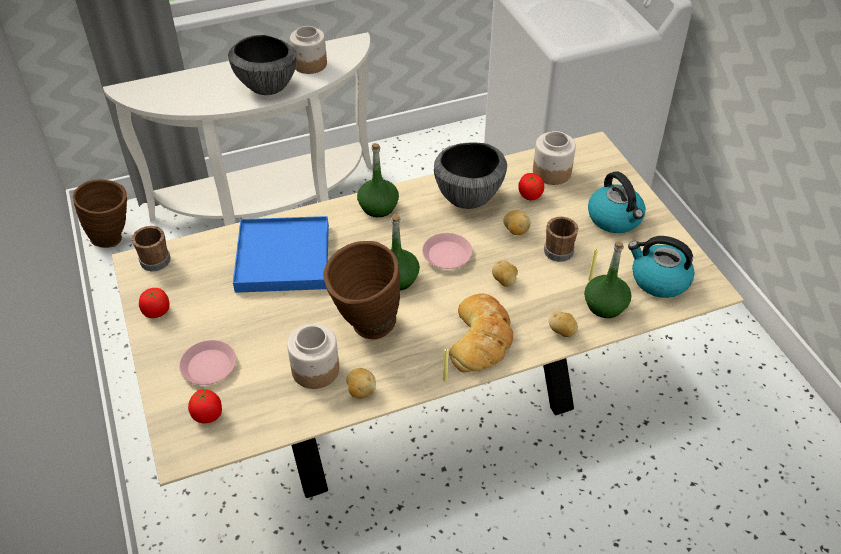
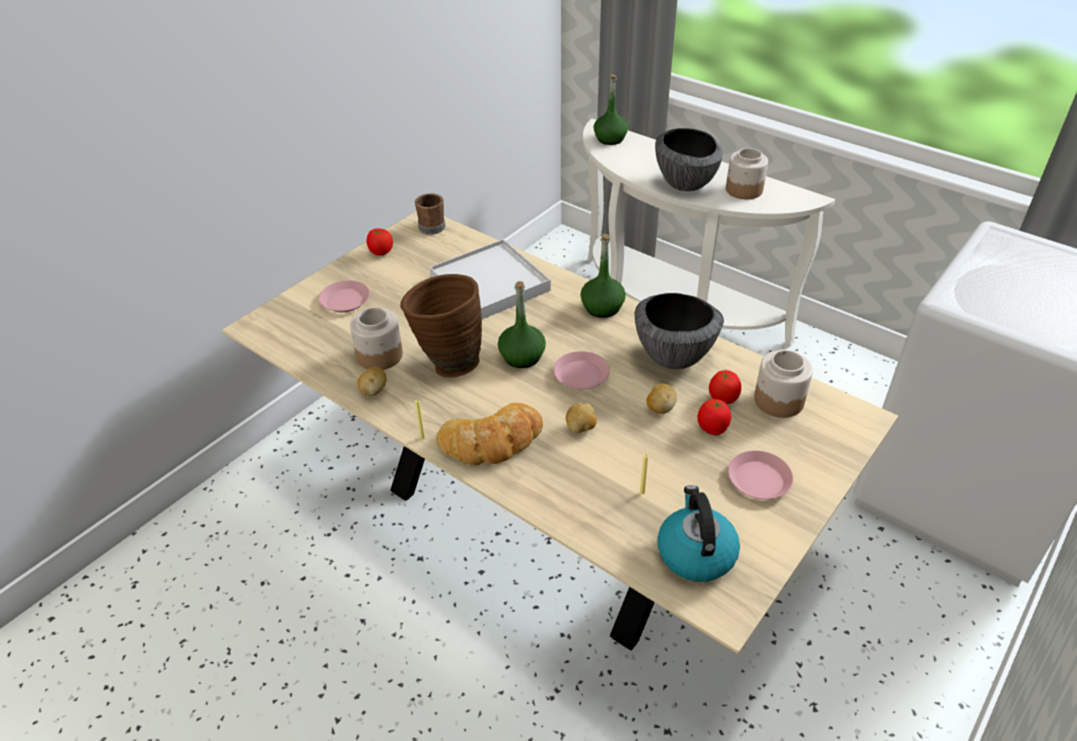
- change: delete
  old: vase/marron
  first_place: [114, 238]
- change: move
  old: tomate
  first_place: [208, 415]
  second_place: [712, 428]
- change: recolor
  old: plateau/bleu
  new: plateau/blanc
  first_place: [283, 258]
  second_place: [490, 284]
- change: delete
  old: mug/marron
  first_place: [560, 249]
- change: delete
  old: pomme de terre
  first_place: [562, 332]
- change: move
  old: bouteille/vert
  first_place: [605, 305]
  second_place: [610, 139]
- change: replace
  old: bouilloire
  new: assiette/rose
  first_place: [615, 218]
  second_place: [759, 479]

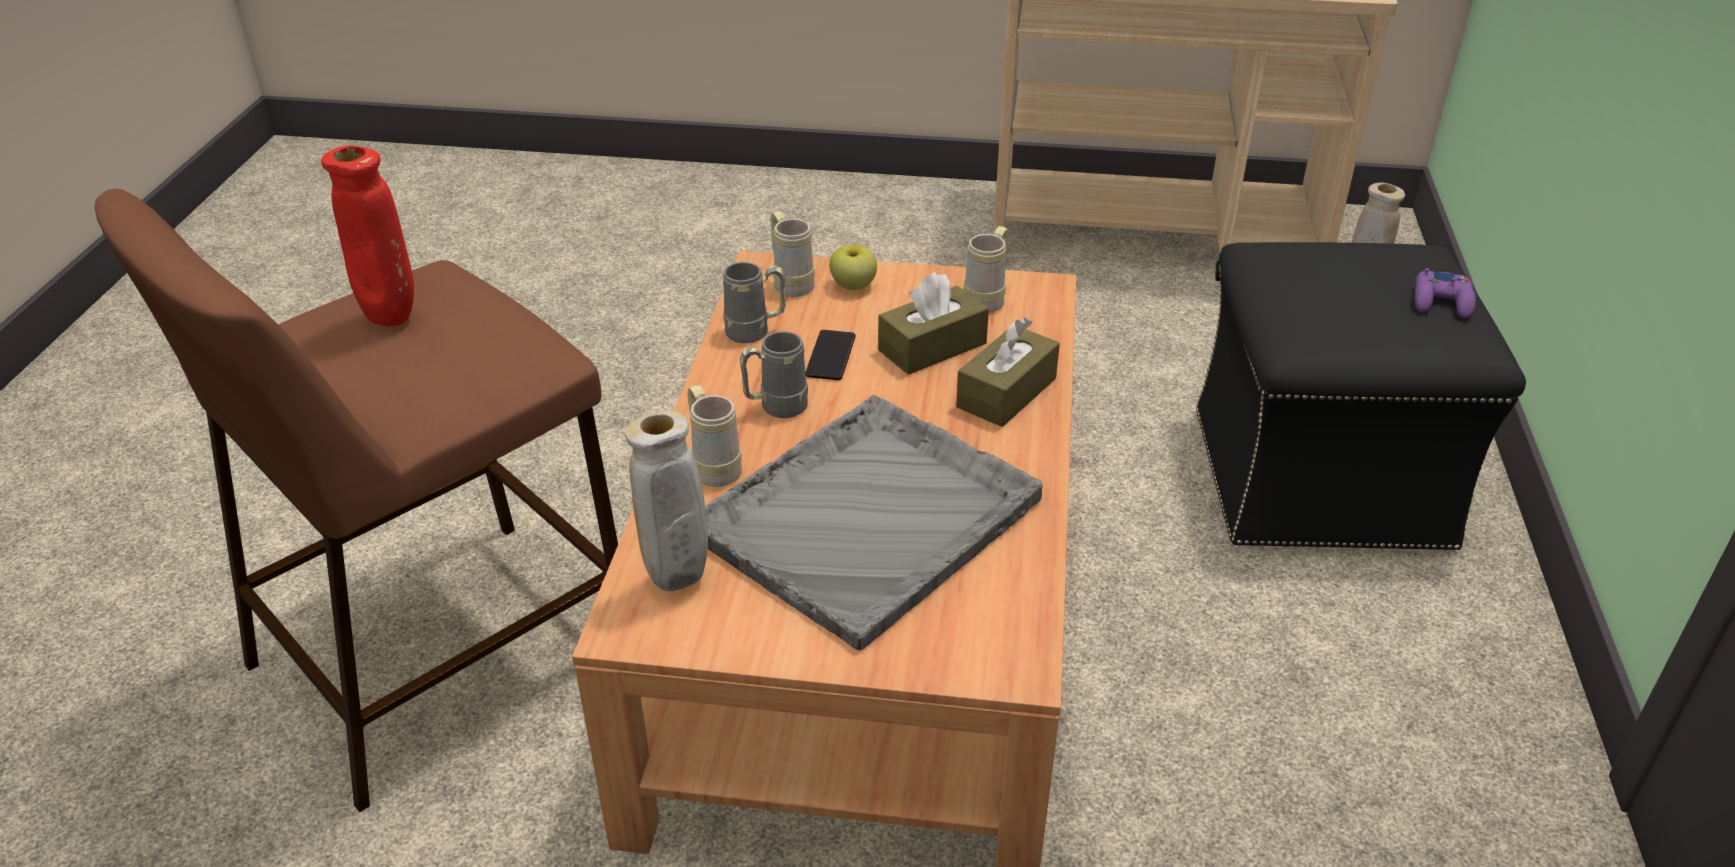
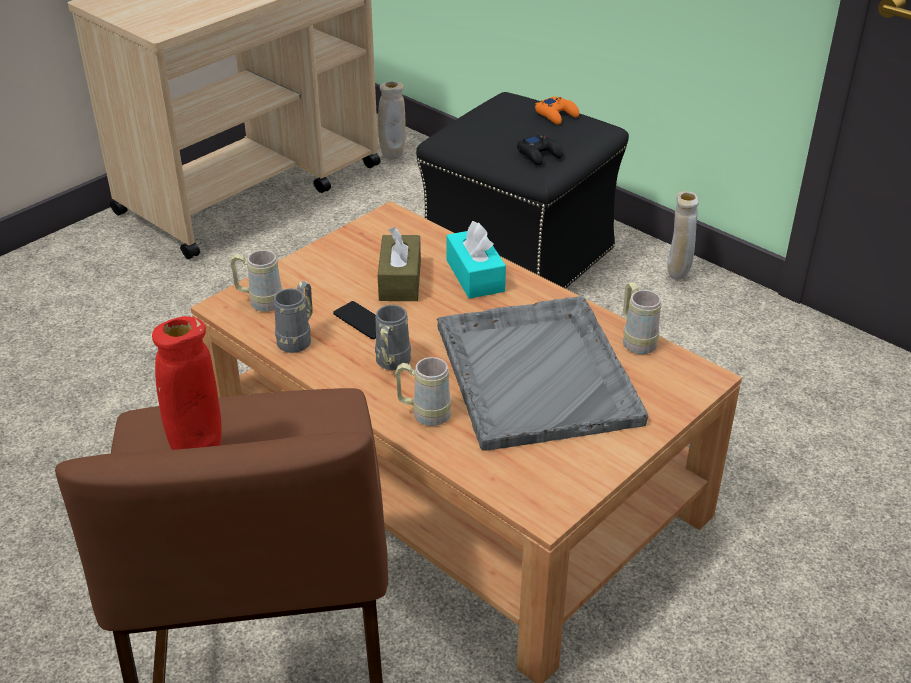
- change: move
  old: vase/beige
  first_place: [678, 582]
  second_place: [678, 275]
- change: delete
  old: pomme
  first_place: [853, 286]
- change: recolor
  old: boîte à mouchoirs/marron
  new: boîte à mouchoirs/turquoise
  first_place: [1006, 393]
  second_place: [475, 275]
- change: move
  old: mug/beige
  first_place: [988, 299]
  second_place: [636, 340]
- change: recolor
  old: manette/violet
  new: manette/orange
  first_place: [1442, 301]
  second_place: [557, 115]
- change: insert
  new: manette/noir
  second_place: [539, 154]

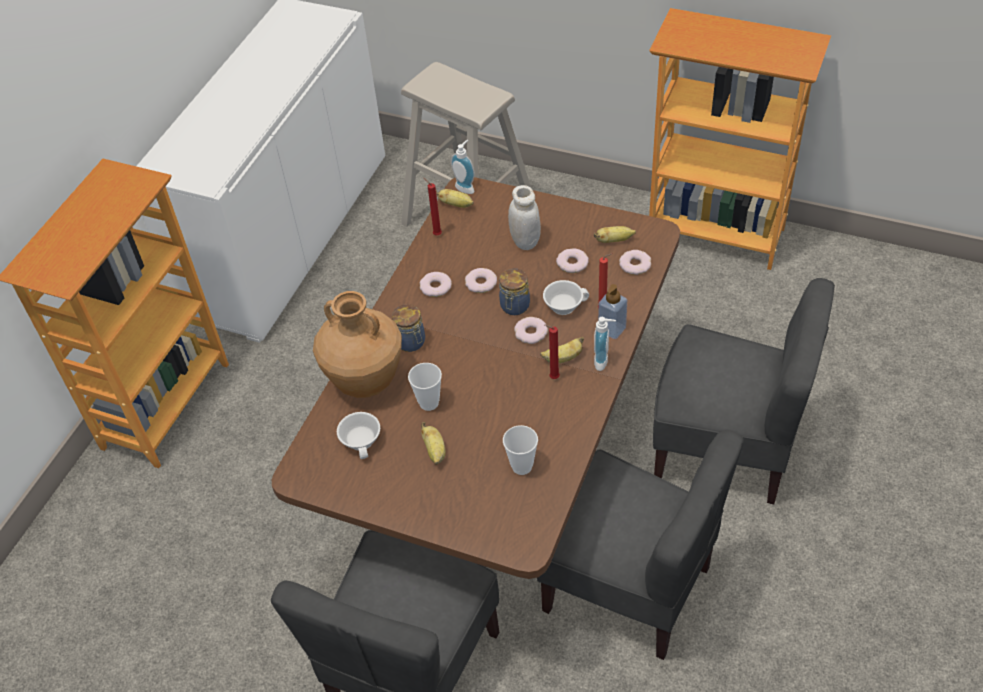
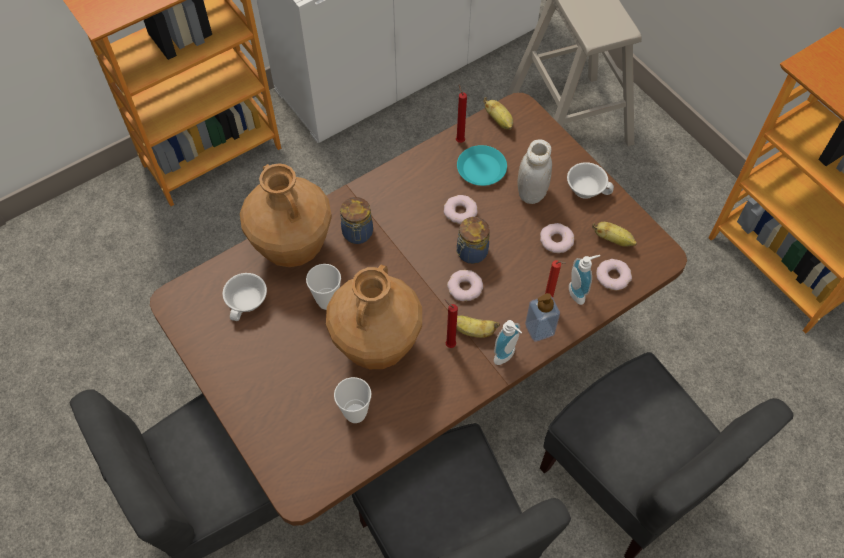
- change: delete
  old: beignet
  first_place: [435, 287]
- change: delete
  old: banane
  first_place: [435, 451]
- change: move
  old: distributeur de savon
  first_place: [466, 187]
  second_place: [579, 292]
- change: move
  old: tasse/blanc
  first_place: [564, 305]
  second_place: [586, 188]
- change: insert
  new: vase/marron
  second_place: [376, 346]
- change: insert
  new: assiette/turquoise
  second_place: [481, 168]

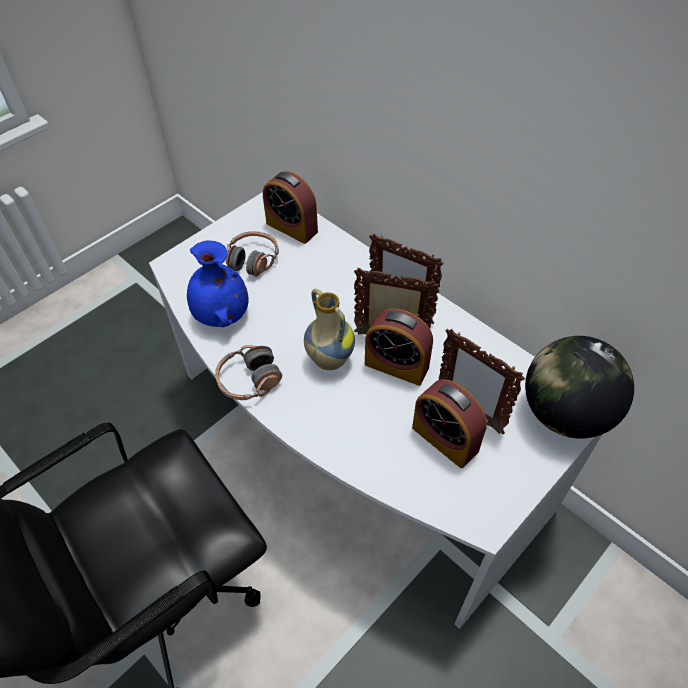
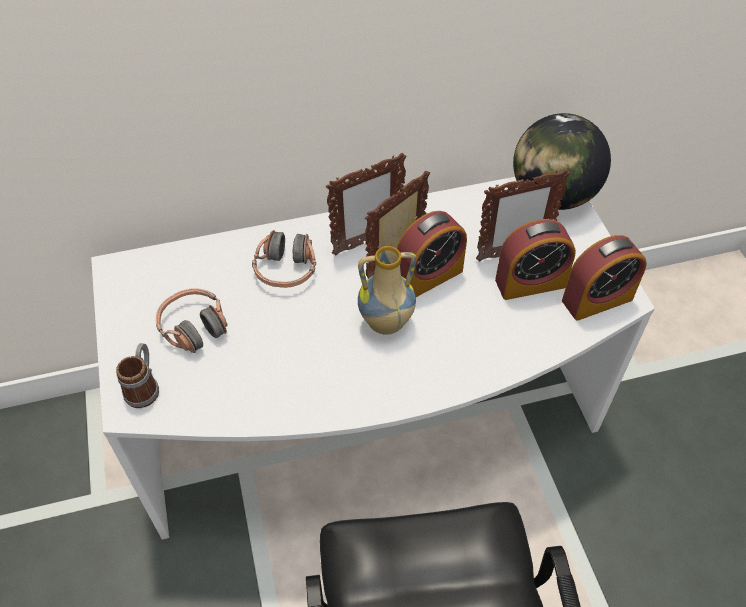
- change: delete
  old: vase/bleu
  first_place: [220, 315]
- change: move
  old: casque audio
  first_place: [249, 380]
  second_place: [286, 269]
- change: move
  old: réveil
  first_place: [292, 227]
  second_place: [597, 300]
- change: insert
  new: mug
  second_place: [144, 387]

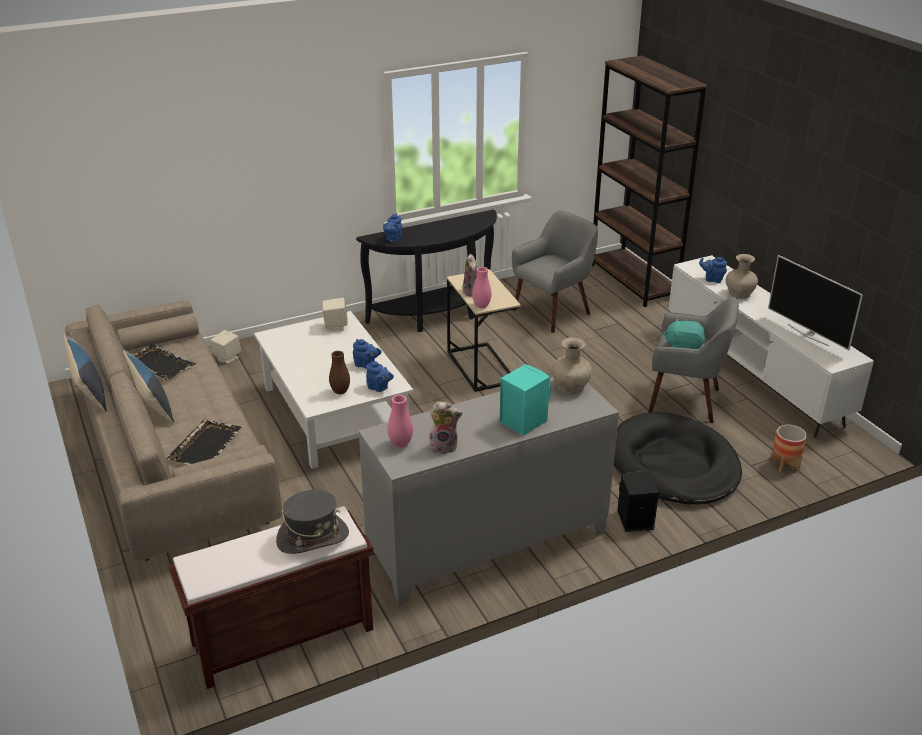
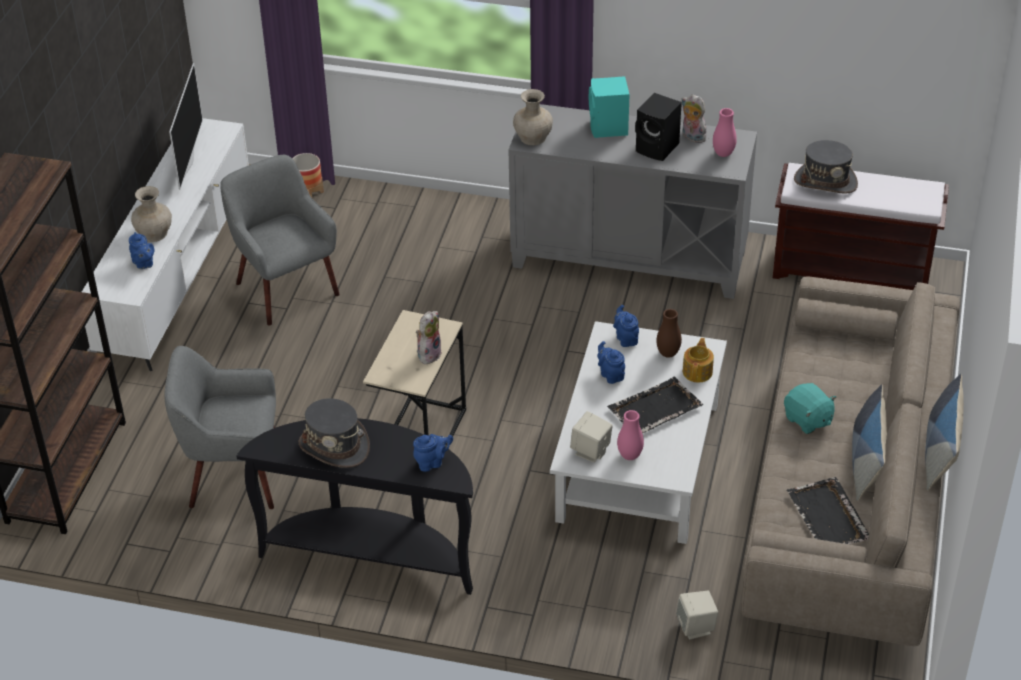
- change: move
  old: plateau/noir
  first_place: [206, 445]
  second_place: [654, 409]
- change: move
  old: vase/rose
  first_place: [481, 306]
  second_place: [630, 456]
- change: delete
  old: panier pour chien/noir
  first_place: [673, 464]
- change: move
  old: enceinte/noir
  first_place: [633, 520]
  second_place: [658, 148]
- change: move
  old: peluche/turquoise
  first_place: [683, 347]
  second_place: [807, 420]
- change: insert
  new: chapeau/gris
  second_place: [334, 446]
- change: insert
  new: théière
  second_place: [698, 371]

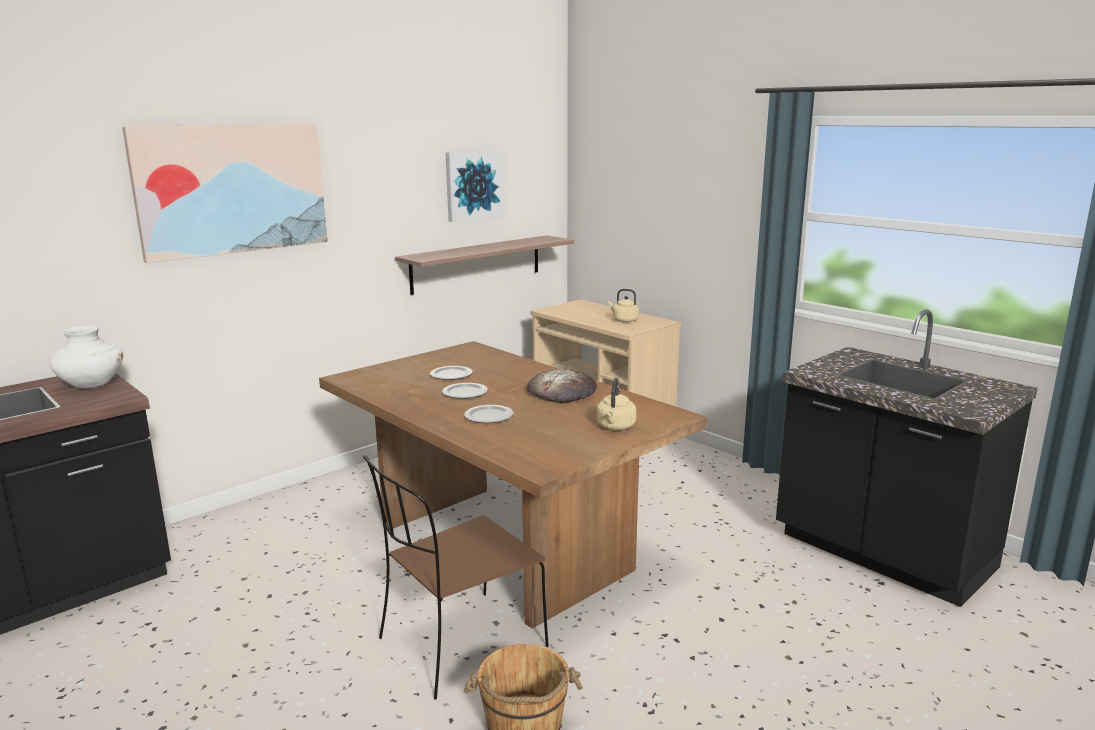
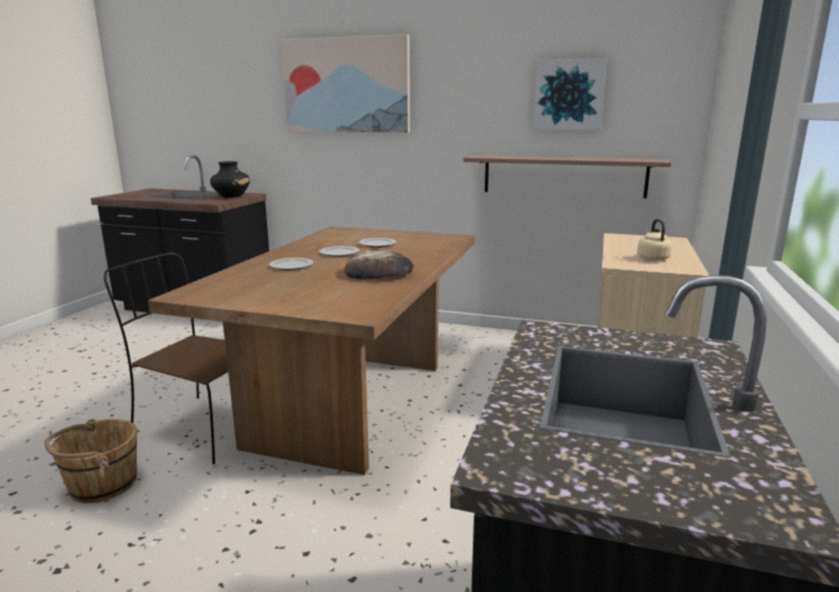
- change: recolor
  old: vase/blanc
  new: vase/noir
  first_place: [91, 385]
  second_place: [231, 197]
- change: delete
  old: bouilloire/beige
  first_place: [615, 427]

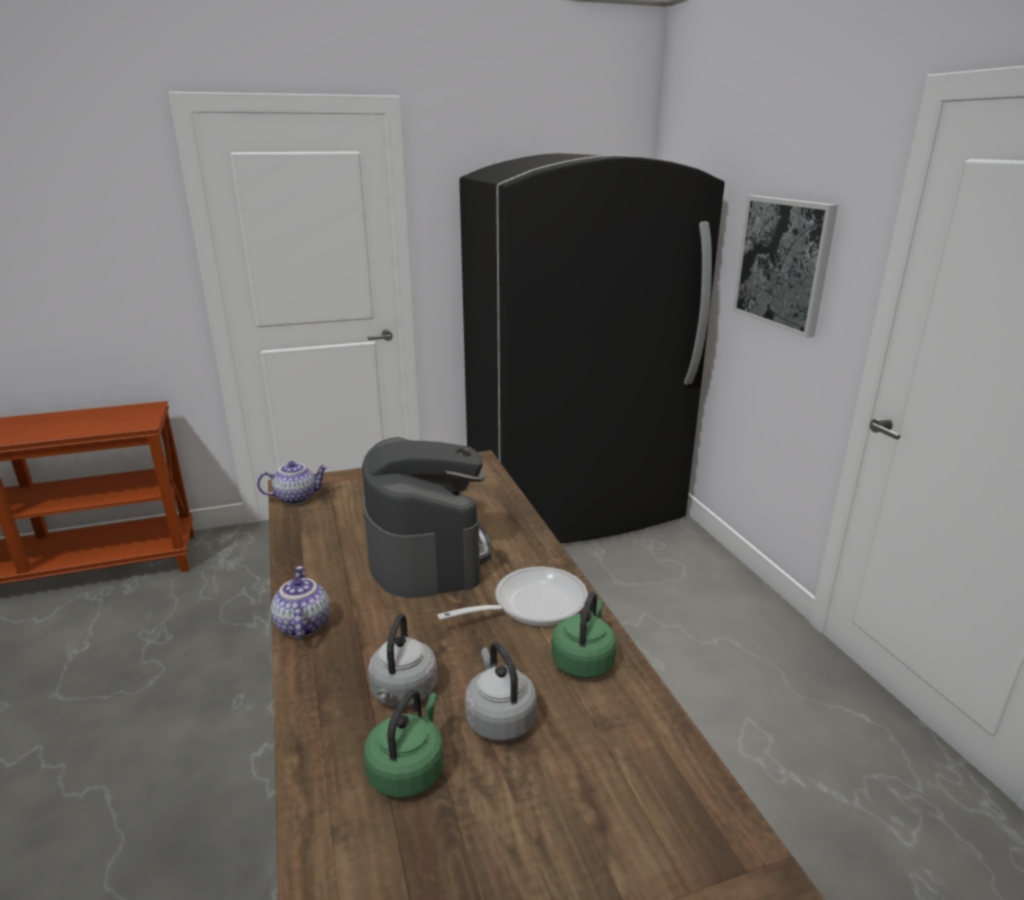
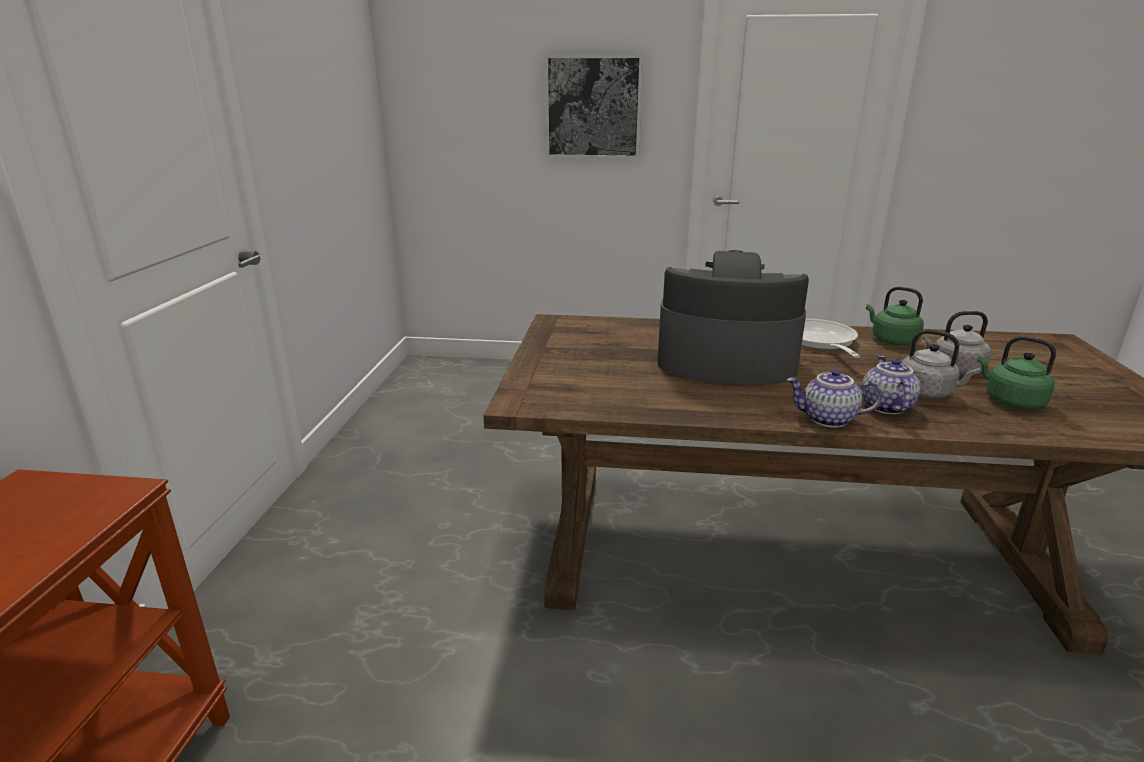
- change: move
  old: théière
  first_place: [296, 497]
  second_place: [884, 406]
- change: delete
  old: réfrigérateur/noir
  first_place: [574, 506]

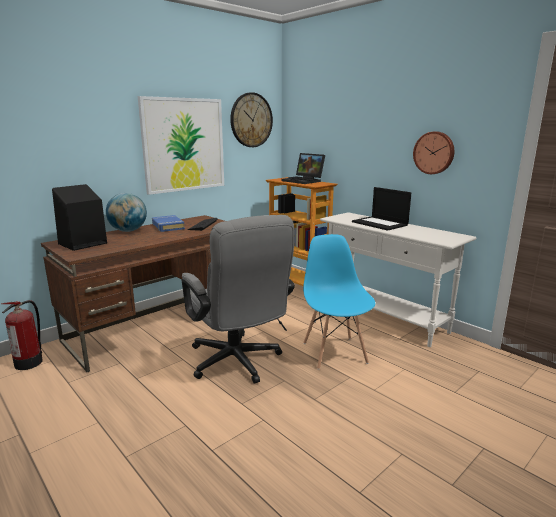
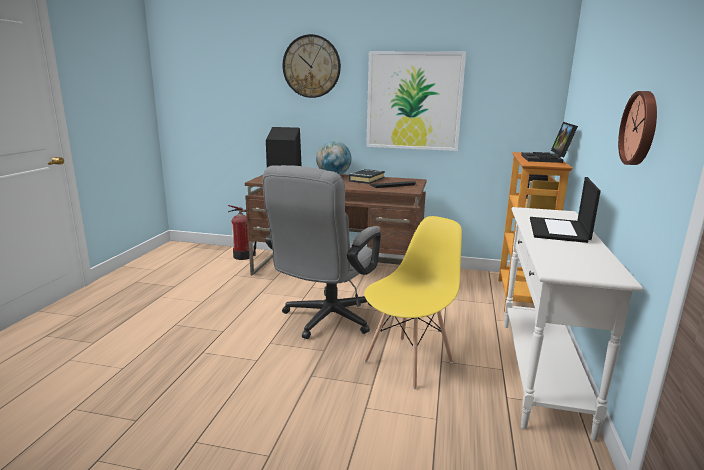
- change: recolor
  old: livre/bleu
  new: livre/noir
  first_place: [168, 226]
  second_place: [366, 179]
- change: move
  old: horloge murale
  first_place: [251, 120]
  second_place: [311, 66]
- change: recolor
  old: chaise/bleu
  new: chaise/jaune
  first_place: [334, 352]
  second_place: [409, 361]

